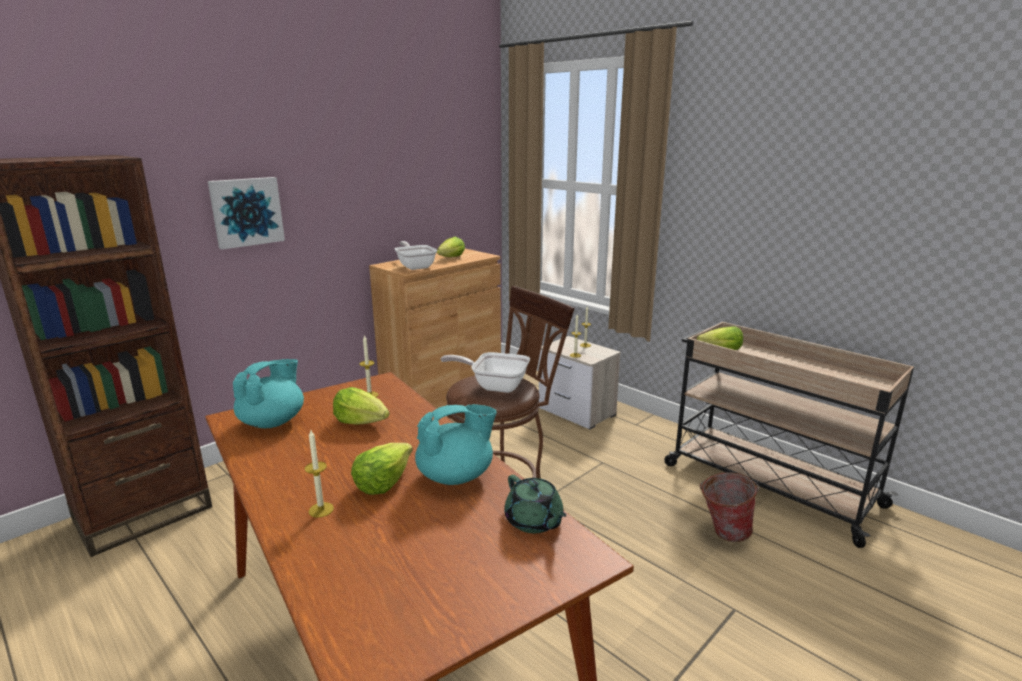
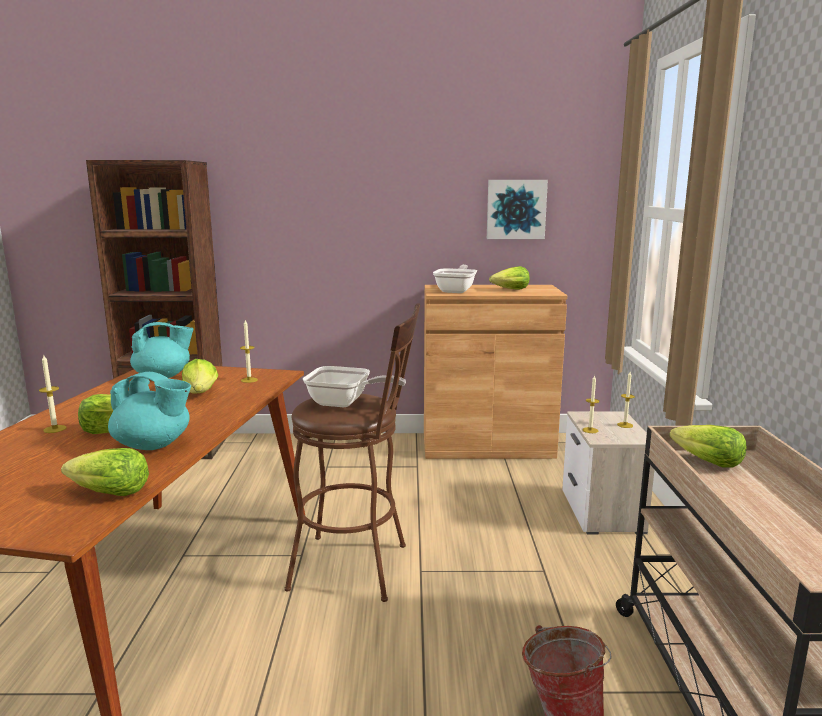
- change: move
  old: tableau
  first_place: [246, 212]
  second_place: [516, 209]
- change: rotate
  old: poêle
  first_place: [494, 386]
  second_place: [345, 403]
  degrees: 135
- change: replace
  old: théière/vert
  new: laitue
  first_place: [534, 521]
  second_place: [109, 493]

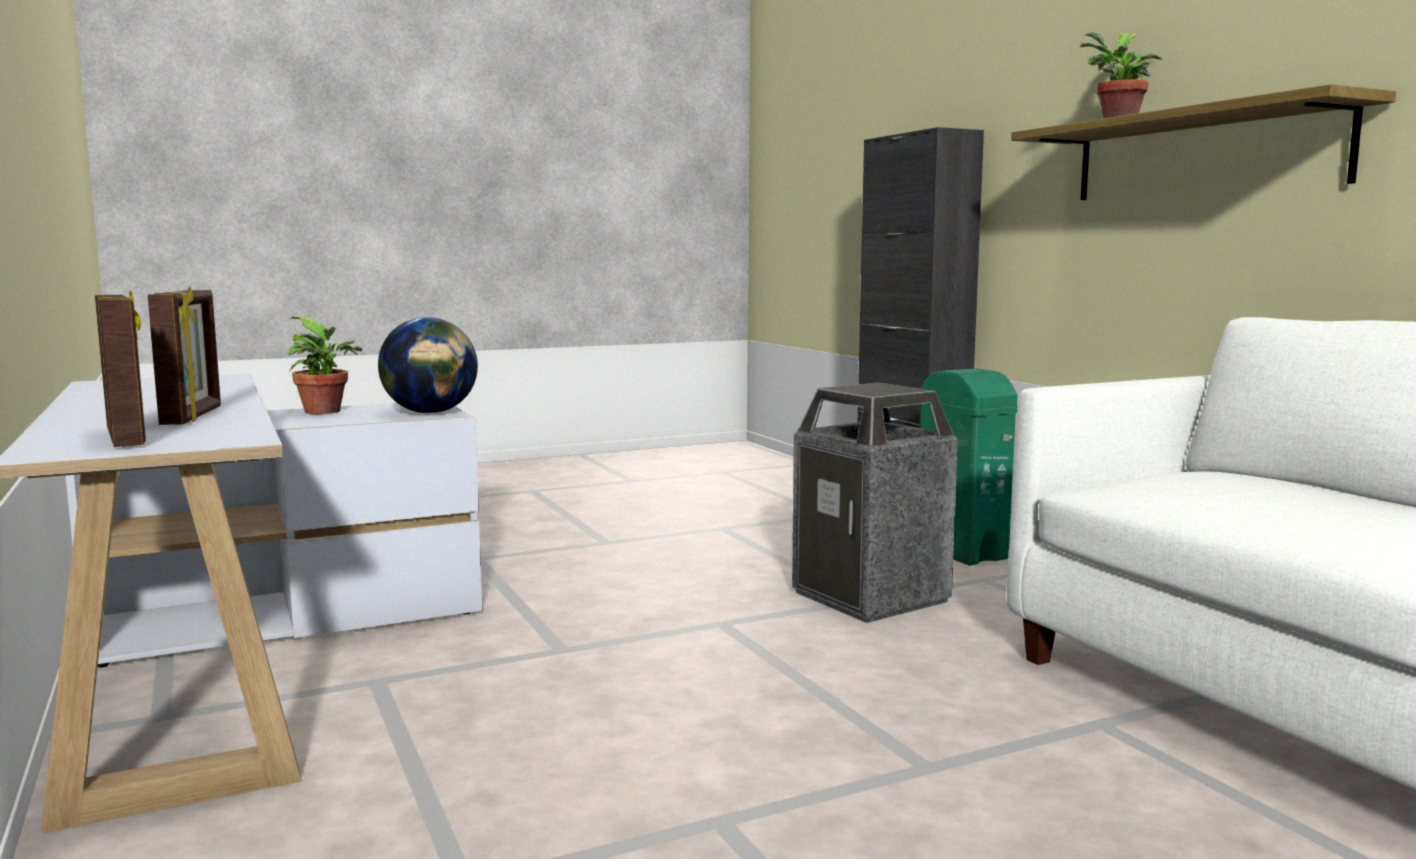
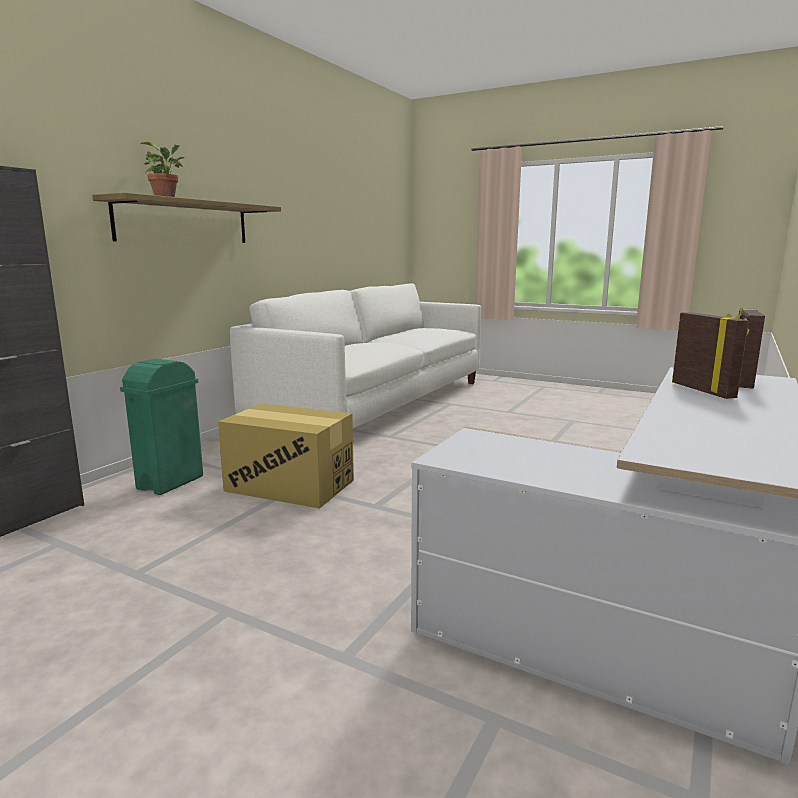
- change: rotate
  old: cadre photo
  first_place: [193, 417]
  second_place: [703, 390]
  degrees: 120
- change: delete
  old: plante en pot
  first_place: [325, 412]
- change: delete
  old: globe
  first_place: [431, 413]
- change: replace
  old: poubelle
  new: carton
  first_place: [871, 597]
  second_place: [289, 485]

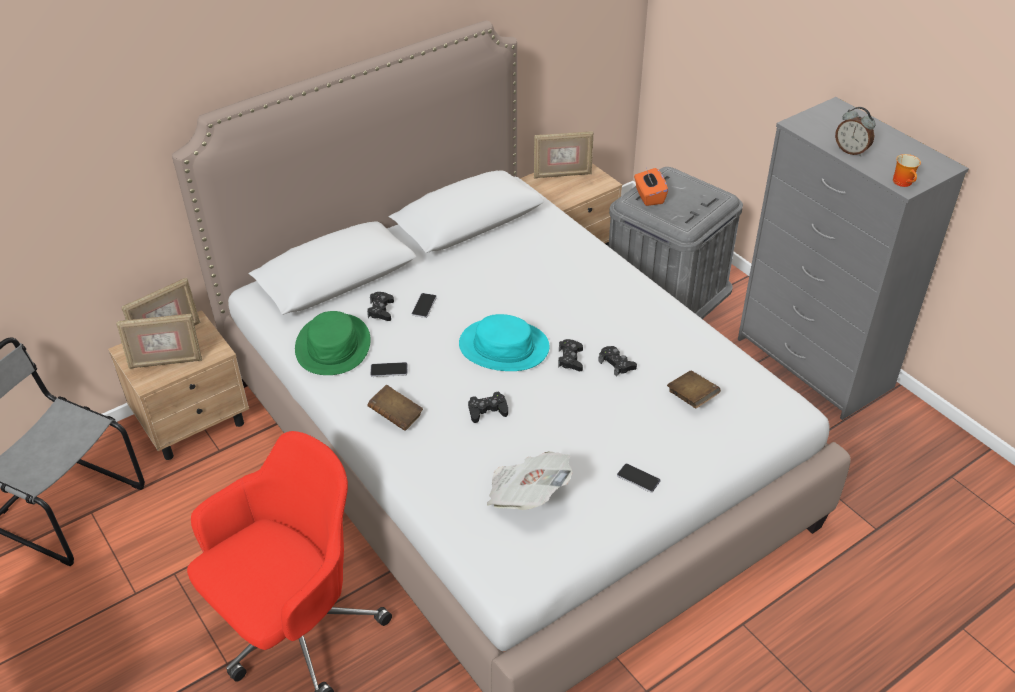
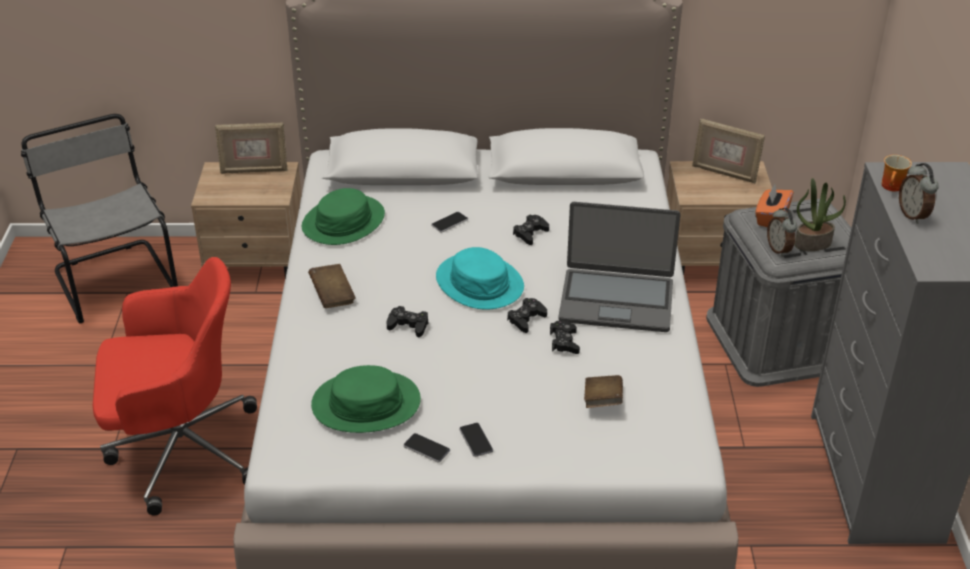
- change: delete
  old: cadre photo
  first_place: [166, 362]
- change: move
  old: manette/noir
  first_place: [381, 310]
  second_place: [530, 233]
- change: move
  old: téléphone
  first_place: [389, 370]
  second_place: [426, 448]
- change: replace
  old: journal
  new: chapeau/vert
  first_place: [527, 495]
  second_place: [366, 403]
- change: move
  old: mug
  first_place: [904, 183]
  second_place: [893, 187]
- change: insert
  new: ordinateur portable
  second_place: [616, 300]
- change: insert
  new: réveil
  second_place: [779, 249]
- change: insert
  new: plante en pot
  second_place: [813, 243]

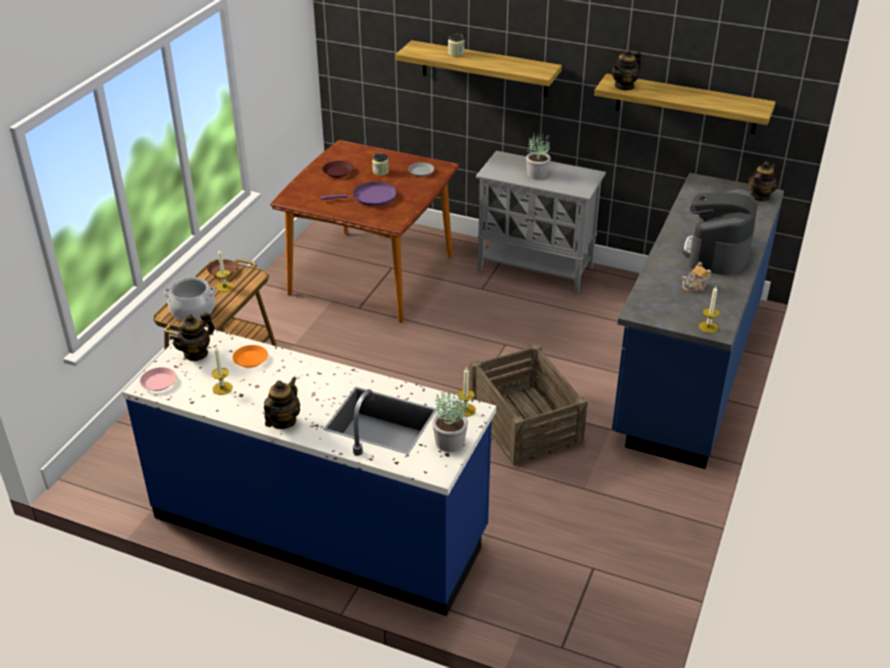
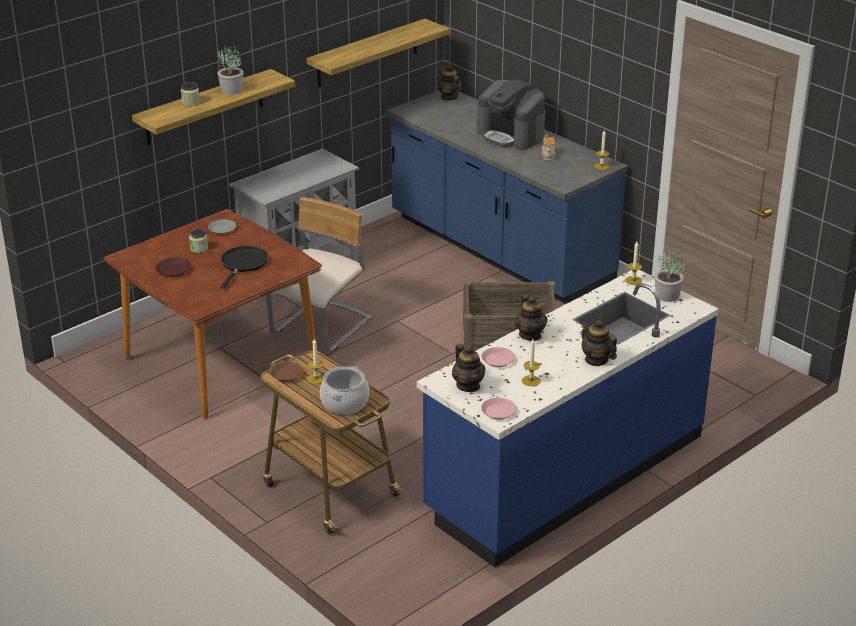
- change: recolor
  old: assiette/orange
  new: assiette/rose
  first_place: [251, 359]
  second_place: [498, 360]
- change: recolor
  old: poêle/violet
  new: poêle/noir
  first_place: [371, 197]
  second_place: [243, 264]
- change: move
  old: plante en pot
  first_place: [537, 173]
  second_place: [231, 90]
- change: move
  old: théière
  first_place: [624, 86]
  second_place: [530, 335]
- change: insert
  new: chaise/beige
  second_place: [322, 328]

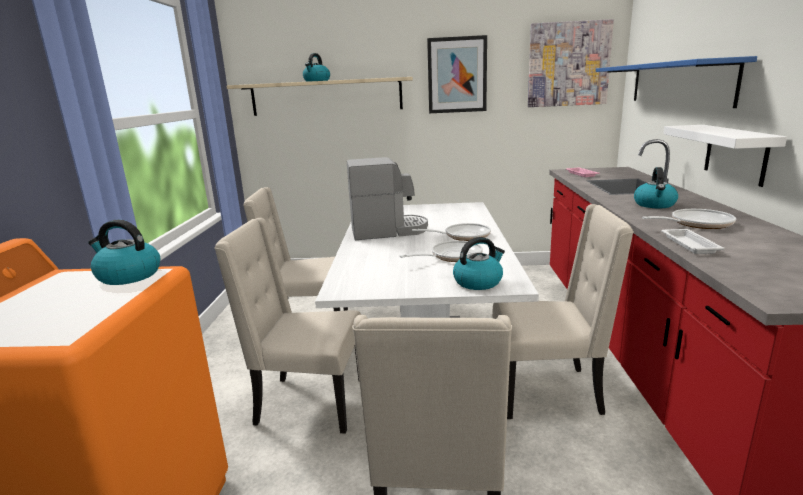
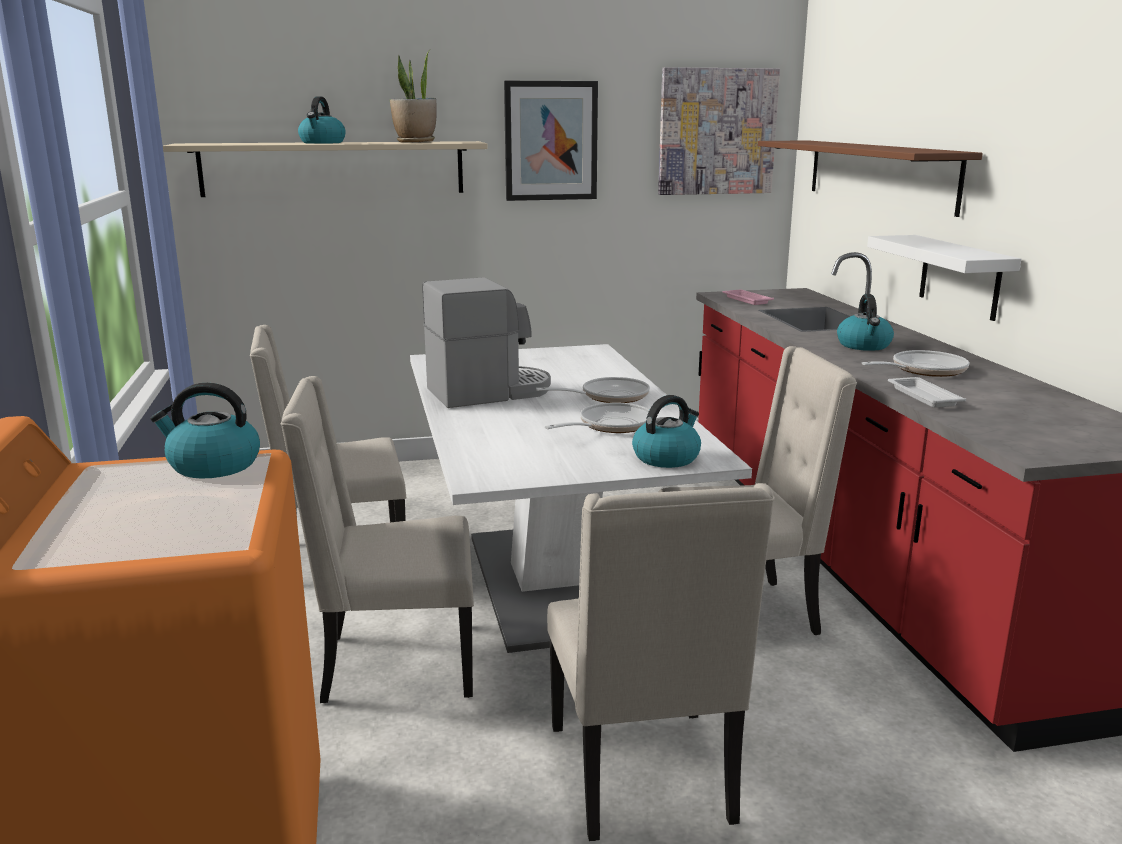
- change: recolor
  old: étagère/bleu
  new: étagère/marron
  first_place: [678, 83]
  second_place: [879, 174]
- change: insert
  new: plante en pot
  second_place: [415, 142]

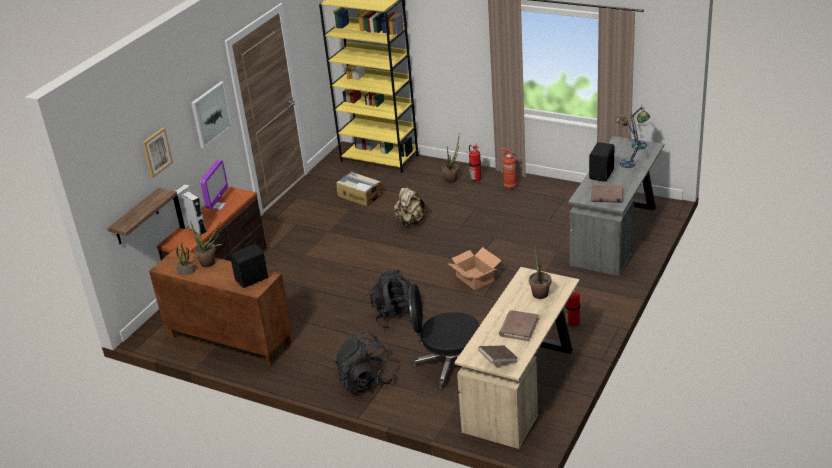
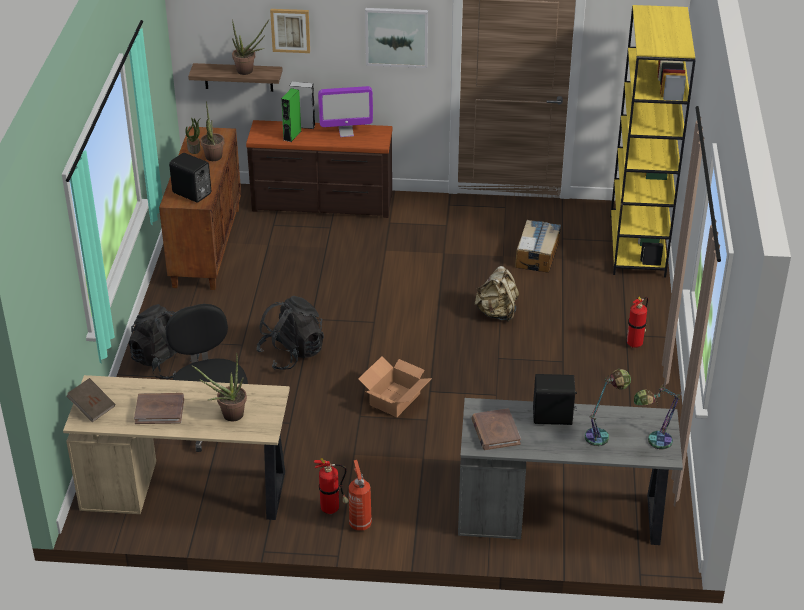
- change: recolor
  old: enceinte/gris
  new: enceinte/vert
  first_place: [198, 230]
  second_place: [292, 135]
- change: move
  old: plante en pot
  first_place: [452, 178]
  second_place: [248, 71]
- change: move
  old: extincteur
  first_place: [509, 186]
  second_place: [359, 523]

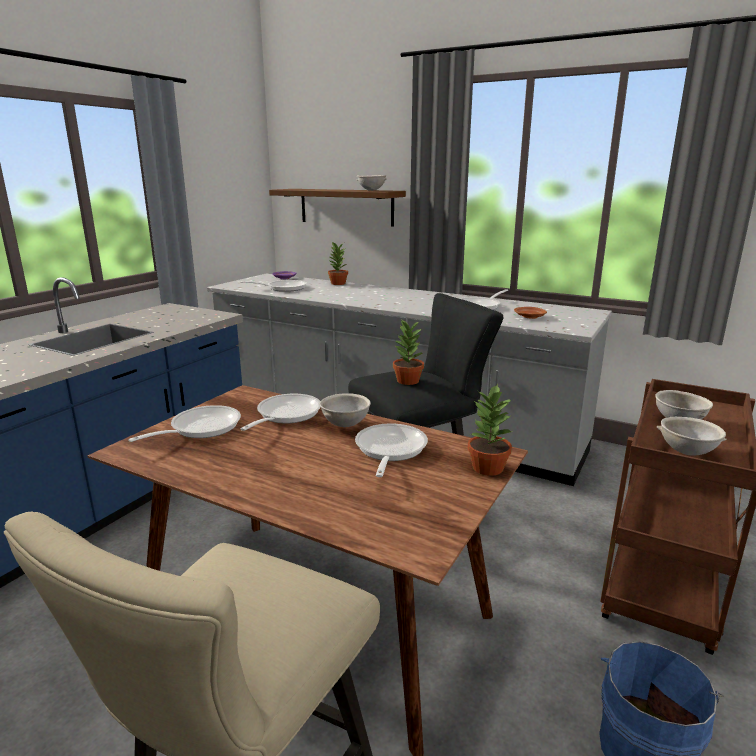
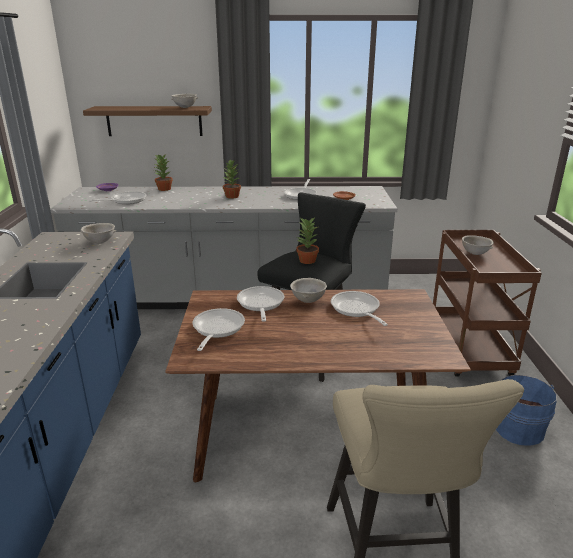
- change: move
  old: plante en pot
  first_place: [487, 468]
  second_place: [232, 196]
- change: move
  old: bol/gris
  first_place: [686, 452]
  second_place: [100, 242]

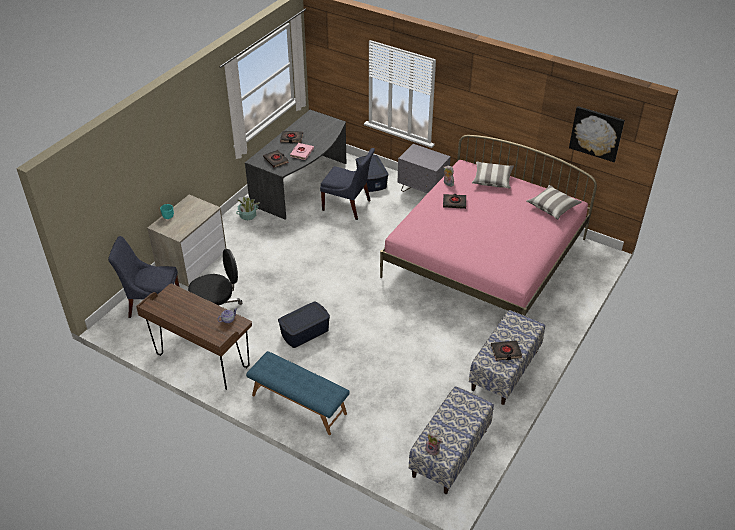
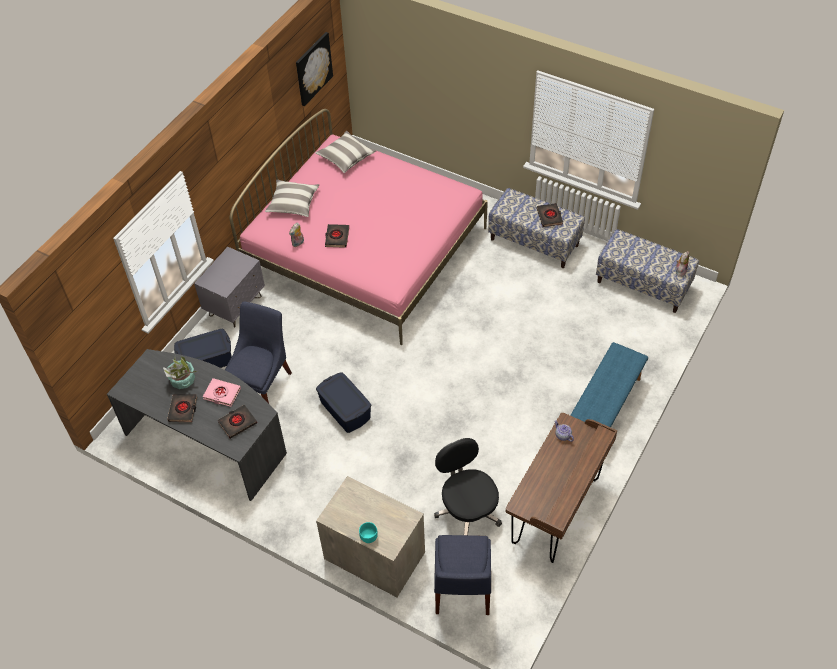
- change: move
  old: plante en pot
  first_place: [248, 215]
  second_place: [182, 380]
- change: move
  old: boîte de rangement/bleu
  first_place: [304, 332]
  second_place: [345, 410]

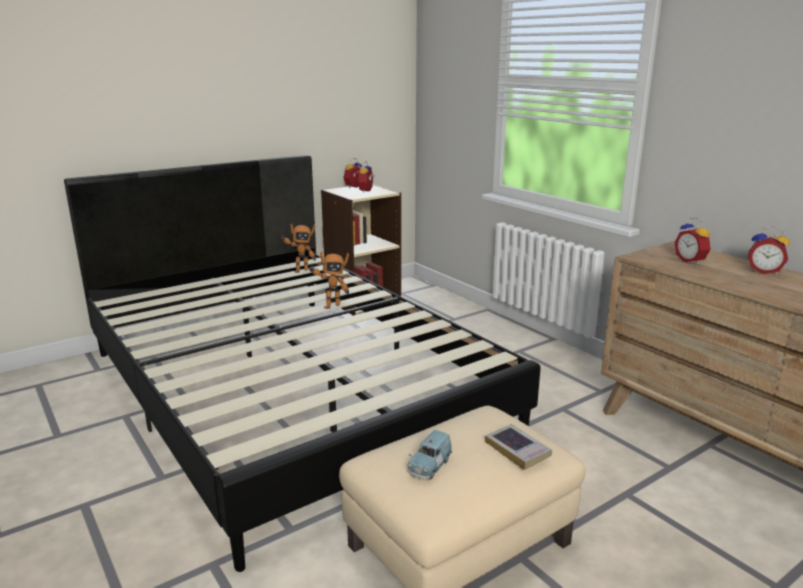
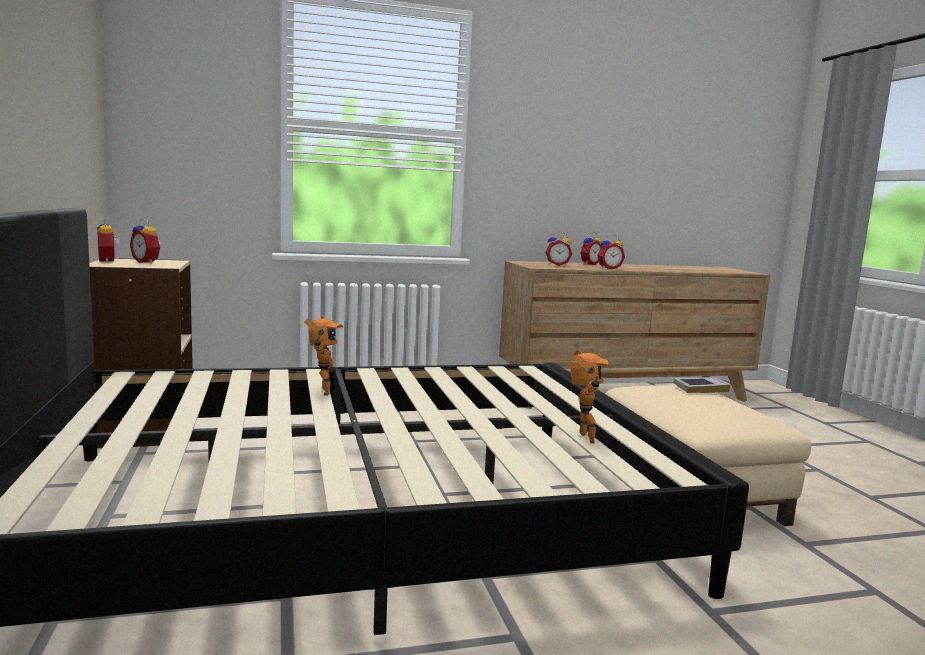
- change: move
  old: robot jouet
  first_place: [300, 270]
  second_place: [583, 438]
- change: delete
  old: petite voiture/bleu
  first_place: [429, 466]
- change: insert
  new: réveil
  second_place: [608, 268]

